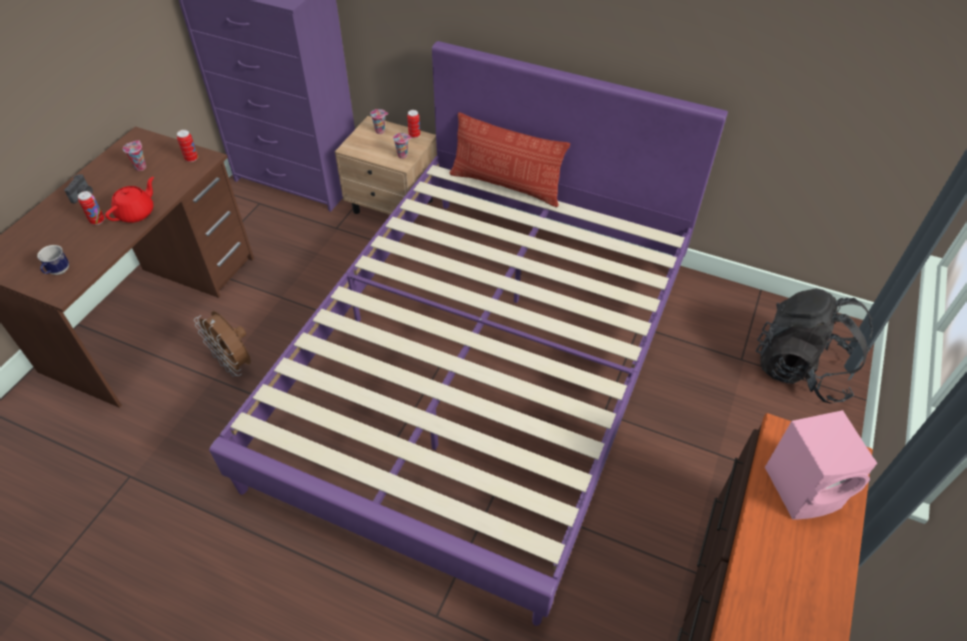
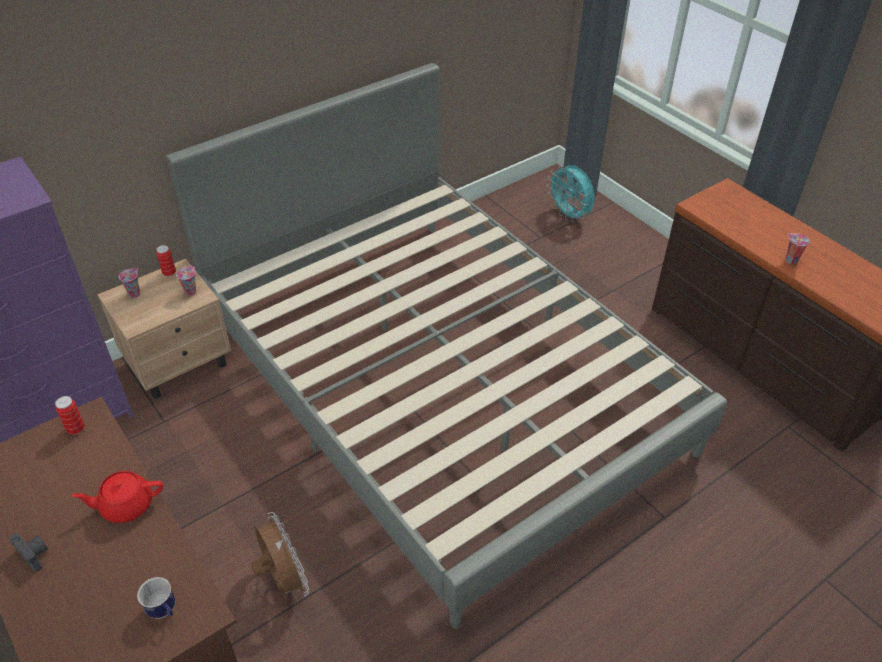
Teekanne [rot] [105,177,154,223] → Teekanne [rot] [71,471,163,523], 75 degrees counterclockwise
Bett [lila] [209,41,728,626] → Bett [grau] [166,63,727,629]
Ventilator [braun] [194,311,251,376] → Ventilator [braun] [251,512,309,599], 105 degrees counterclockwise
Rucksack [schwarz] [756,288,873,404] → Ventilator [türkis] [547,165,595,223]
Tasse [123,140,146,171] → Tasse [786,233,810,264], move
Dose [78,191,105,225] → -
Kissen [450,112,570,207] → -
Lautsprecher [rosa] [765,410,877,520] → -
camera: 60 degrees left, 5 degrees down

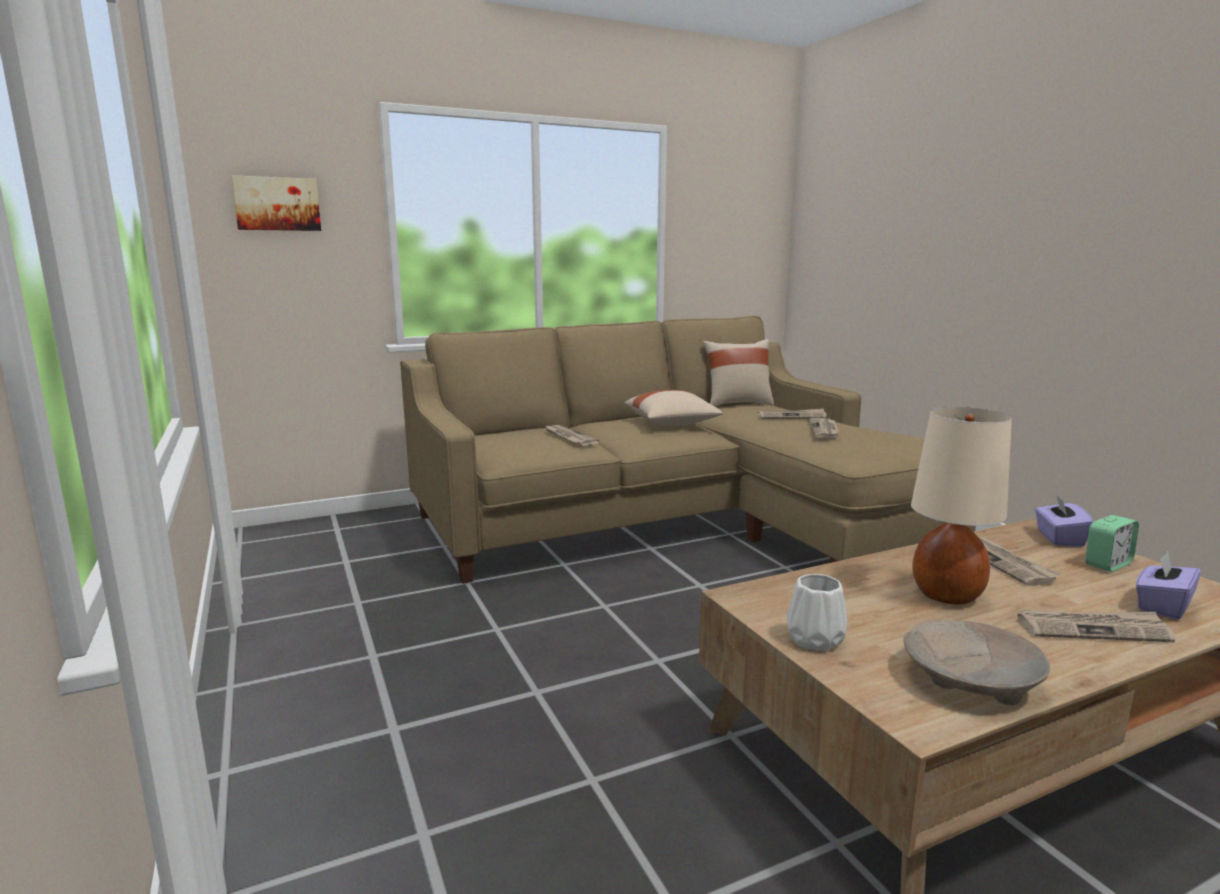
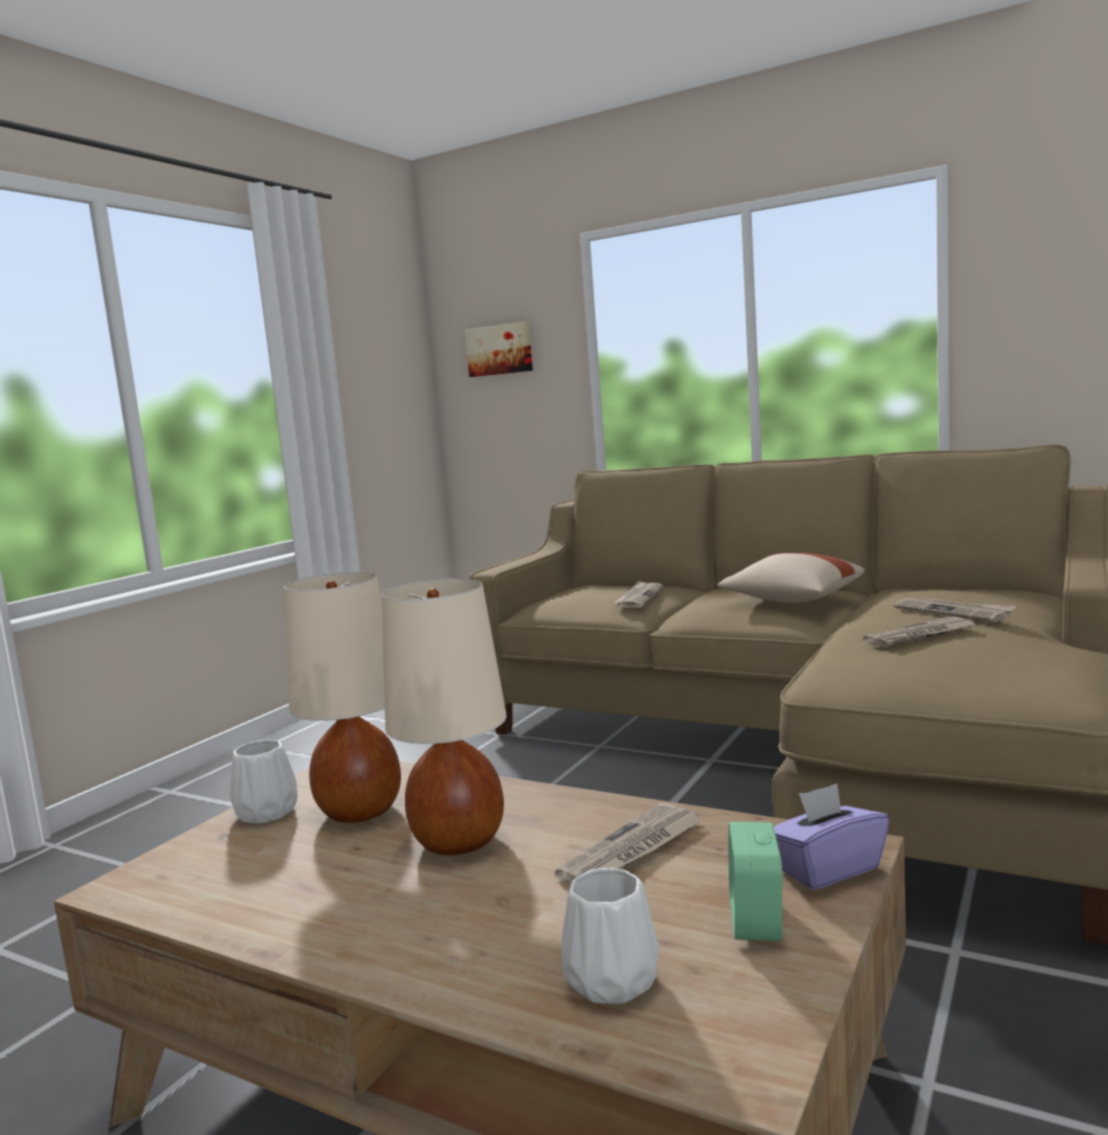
- → Tischlampe [beige] [284,572,401,823]
Taschentuchbox [lila] [1136,551,1201,620] → Vase [weiß] [561,868,659,1004]
Wecker [1085,515,1139,572] → Wecker [729,822,782,941], 75 degrees clockwise
Kissen [beige] [703,339,774,407] → -
Schüssel [beige] [903,620,1050,705] → -
Zeitung [1017,609,1175,642] → -
camera: 55 degrees right, 5 degrees down

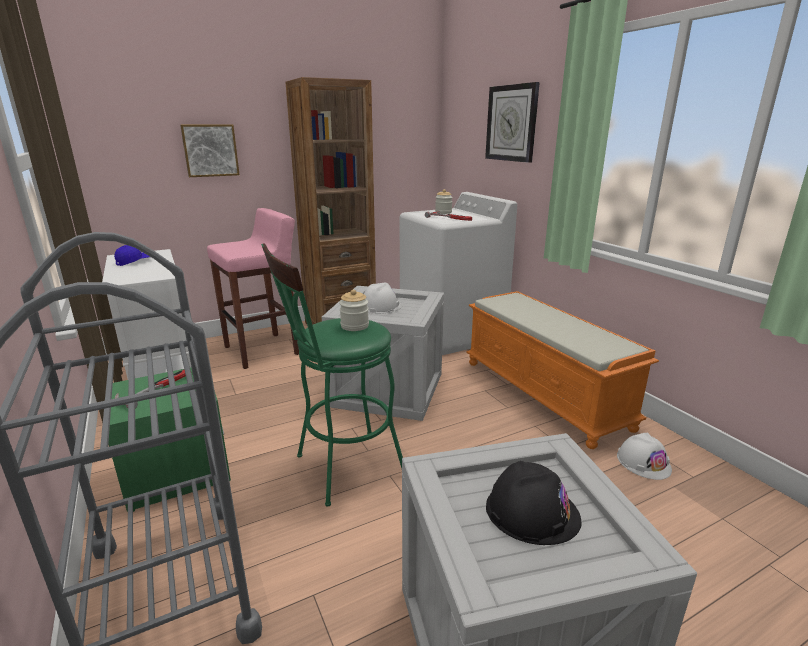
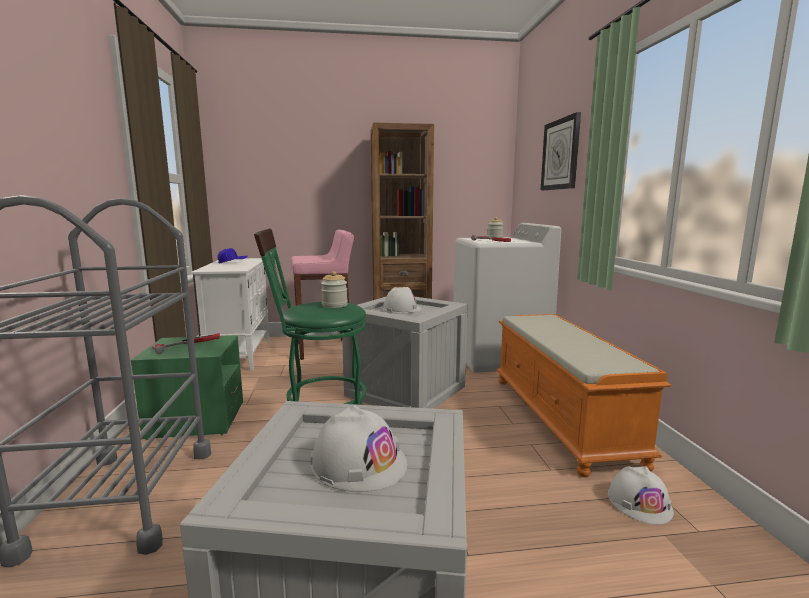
Schutzhelm [schwarz] [486,461,582,545] → Schutzhelm [weiß] [310,405,407,492]
Bild [180,125,240,177] → -
camera: 20 degrees right, 10 degrees down

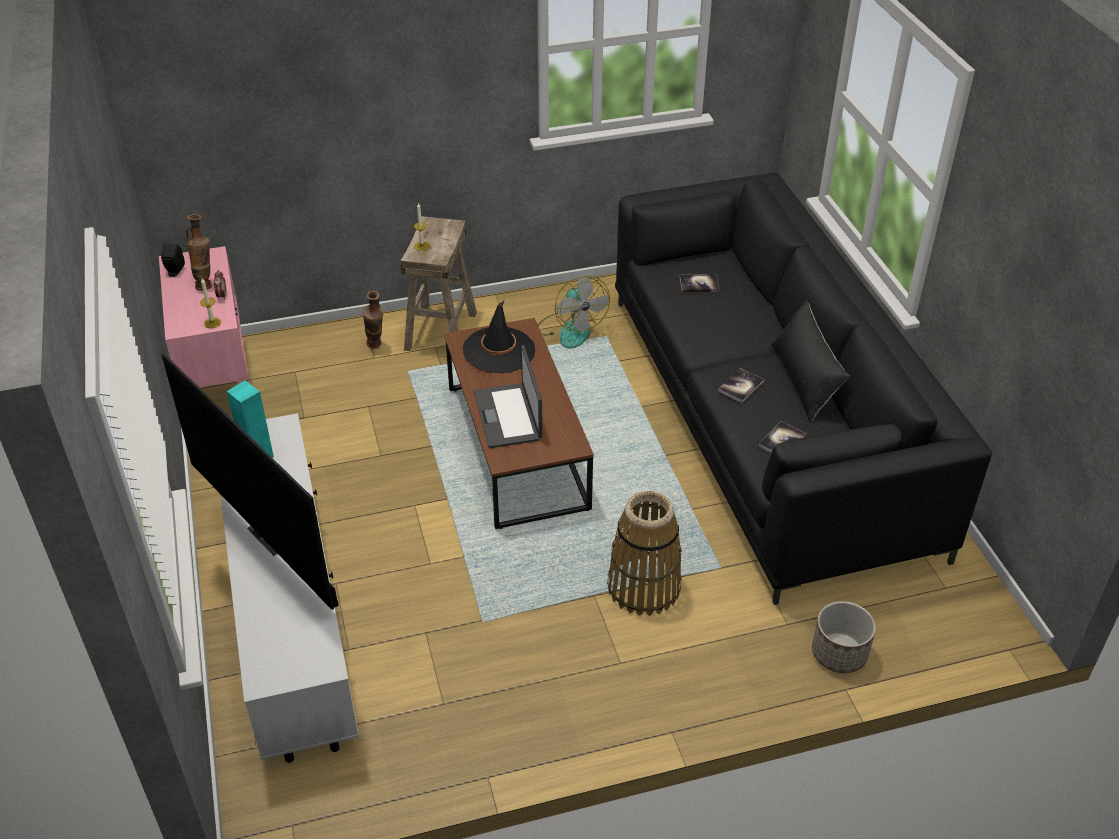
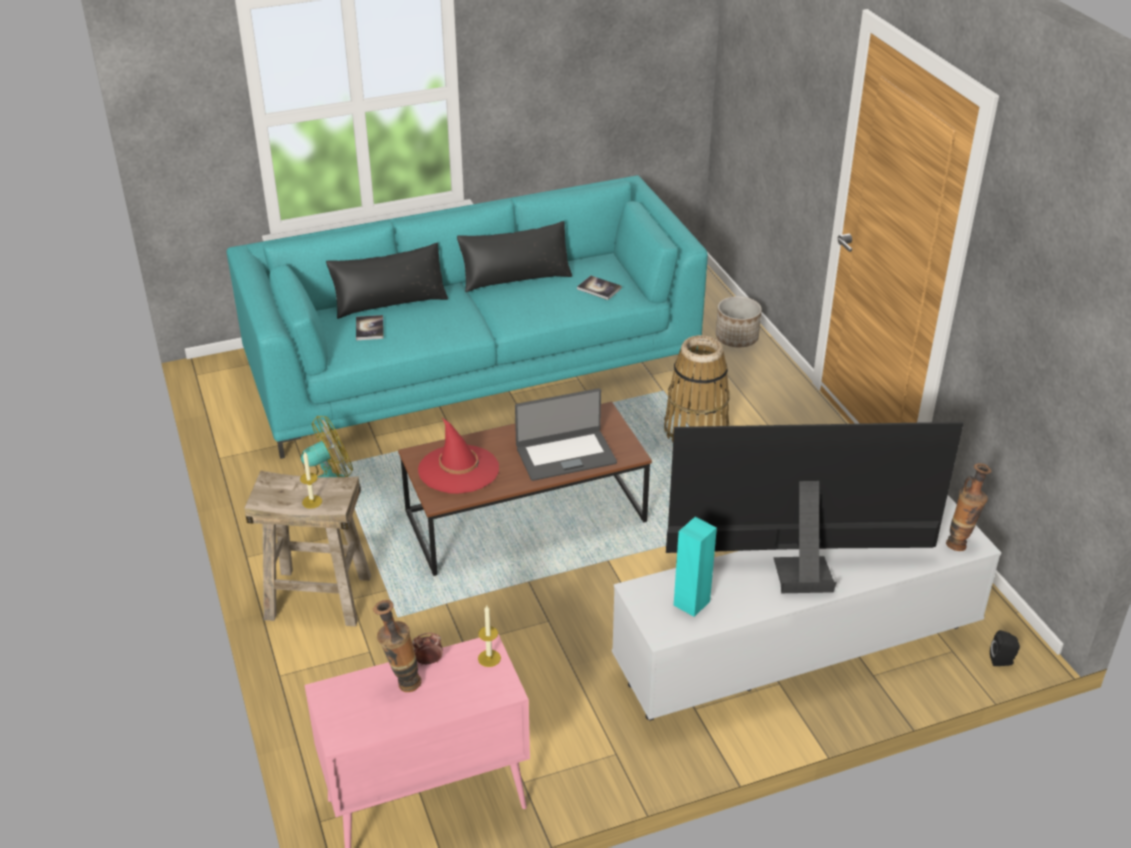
Sofa [schwarz] [615,172,992,605] → Sofa [türkis] [226,175,708,459]
- → Kissen [schwarz] [326,243,448,319]
Hut [schwarz] [463,301,535,373] → Hut [rot] [418,418,499,494]
Fernseher [161,353,338,610] → Fernseher [666,422,964,593], 135 degrees counterclockwise
Vase [362,291,384,349] → Vase [946,463,992,551], move
Lautsprecher [schwarz] [161,243,185,277] → Lautsprecher [schwarz] [990,630,1020,666], move
Buch [718,368,764,403] → -
camera: 95 degrees left, 5 degrees down

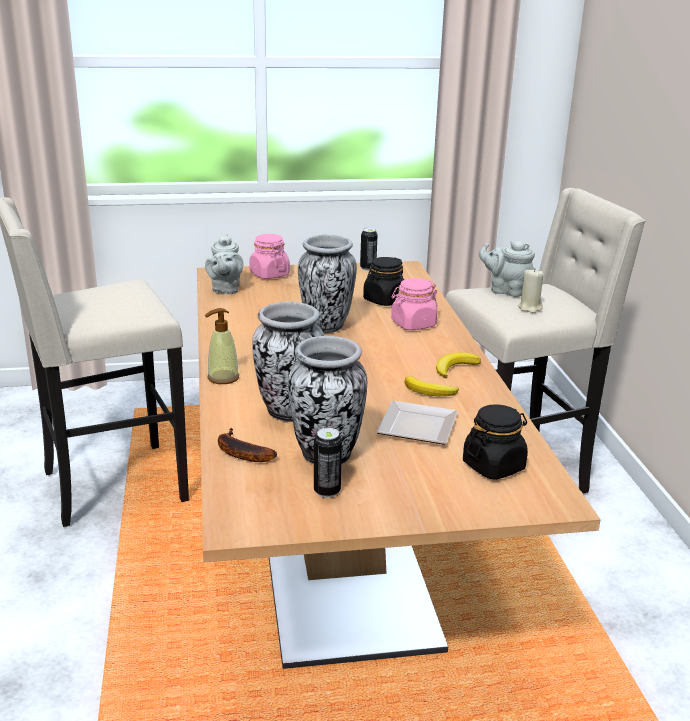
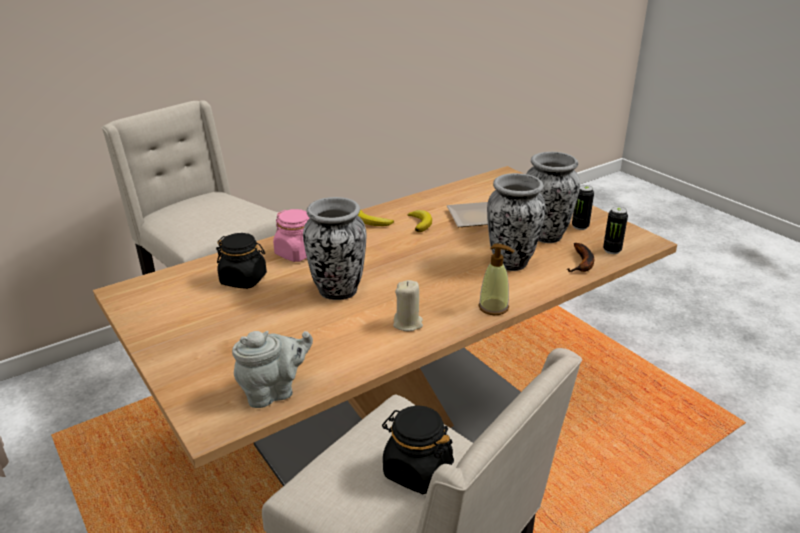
Vorratsglas [schwarz] [463,404,528,480] → Vorratsglas [schwarz] [382,406,454,494], move
Kerze [beige] [518,270,543,313] → Kerze [beige] [393,280,423,331], move
Dose [360,228,378,271] → Dose [603,206,628,254], move
Vorratsglas [rosa] [249,234,290,279] → -
Teekanne [grau] [479,241,535,297] → -
camera: 115 degrees left, 5 degrees up

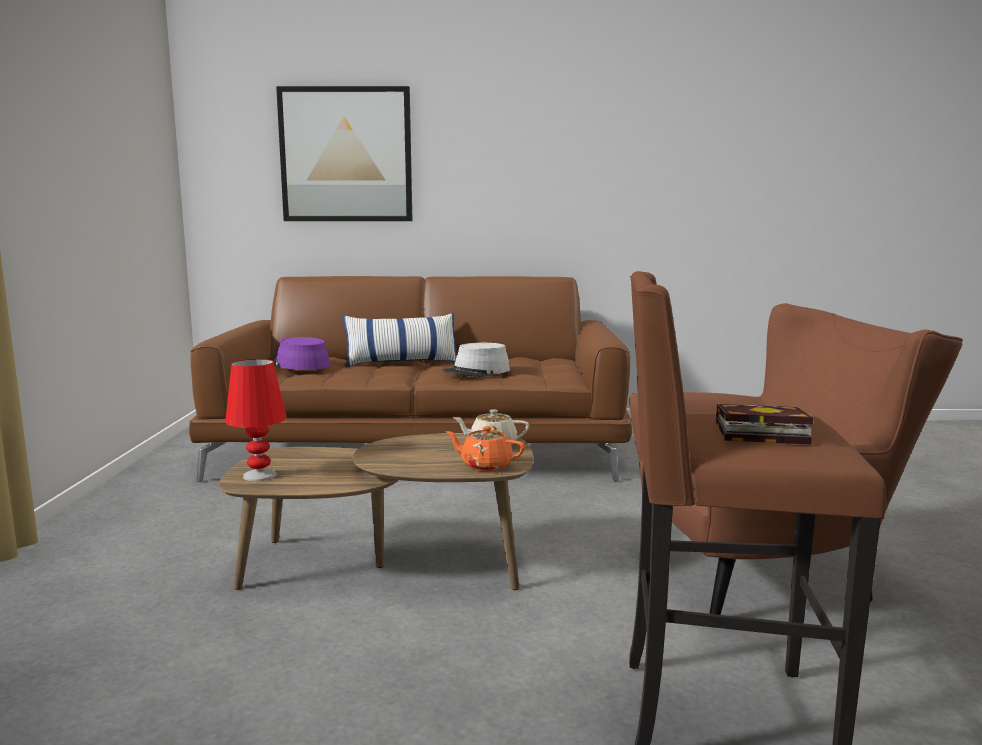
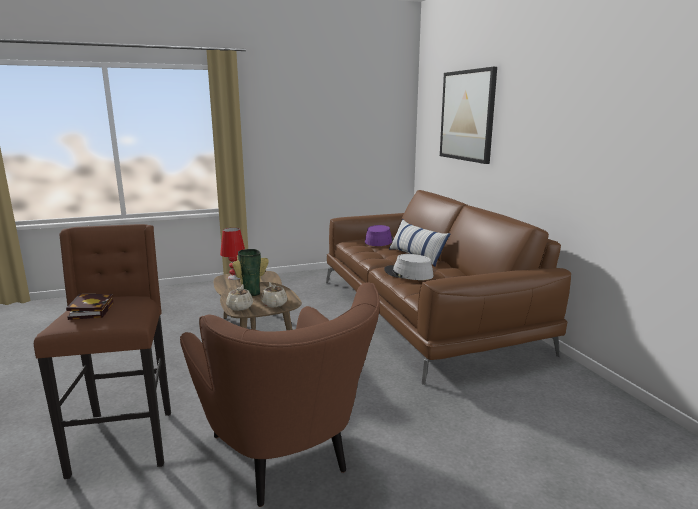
Teekanne [orange] [445,426,525,471] → Teekanne [beige] [226,284,253,311]
- → Vase [232,249,269,296]
camera: 70 degrees right, 5 degrees up

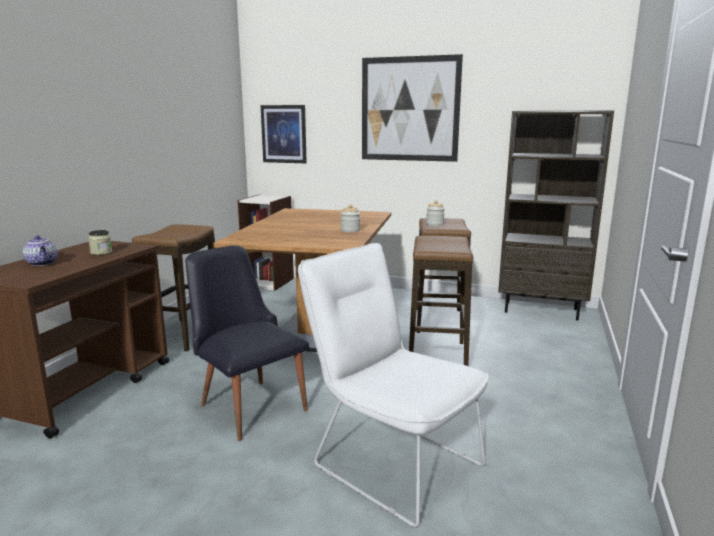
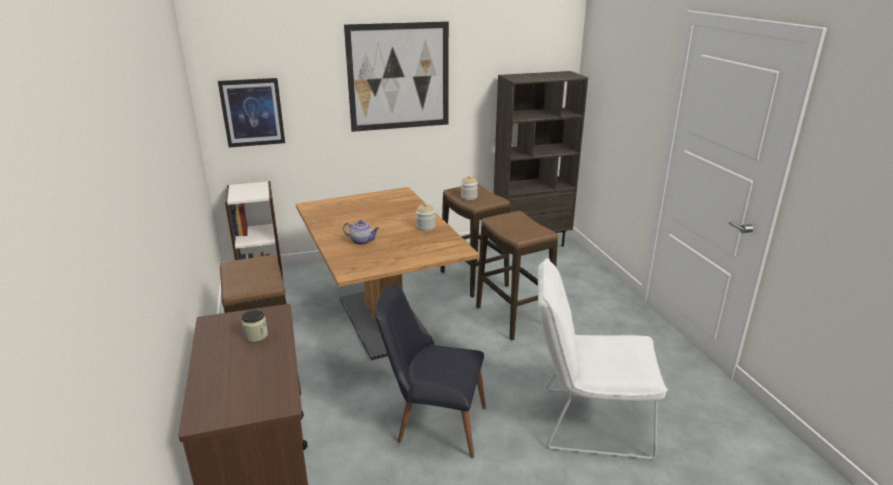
Teekanne [23,235,58,266] → Teekanne [343,220,379,245], move
camera: 35 degrees left, 10 degrees up

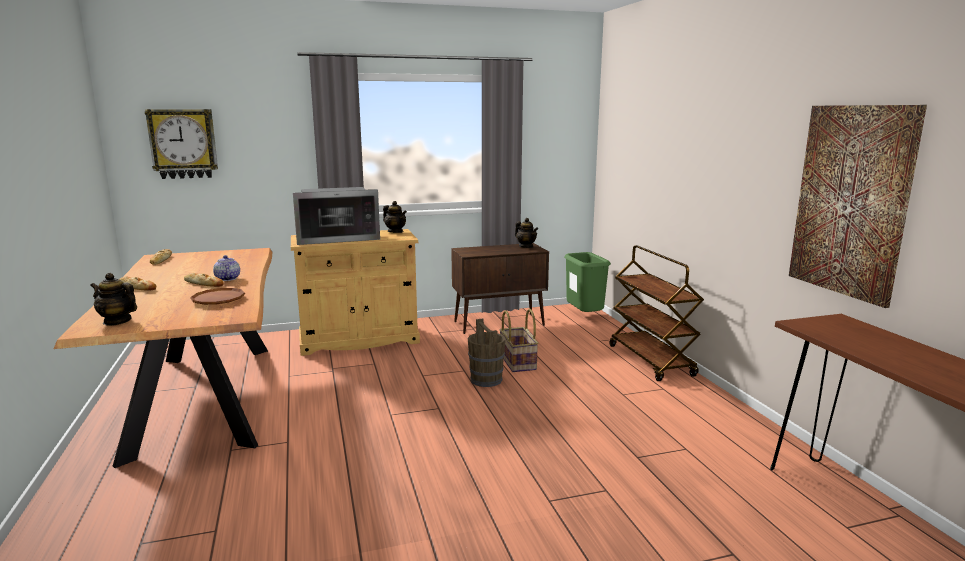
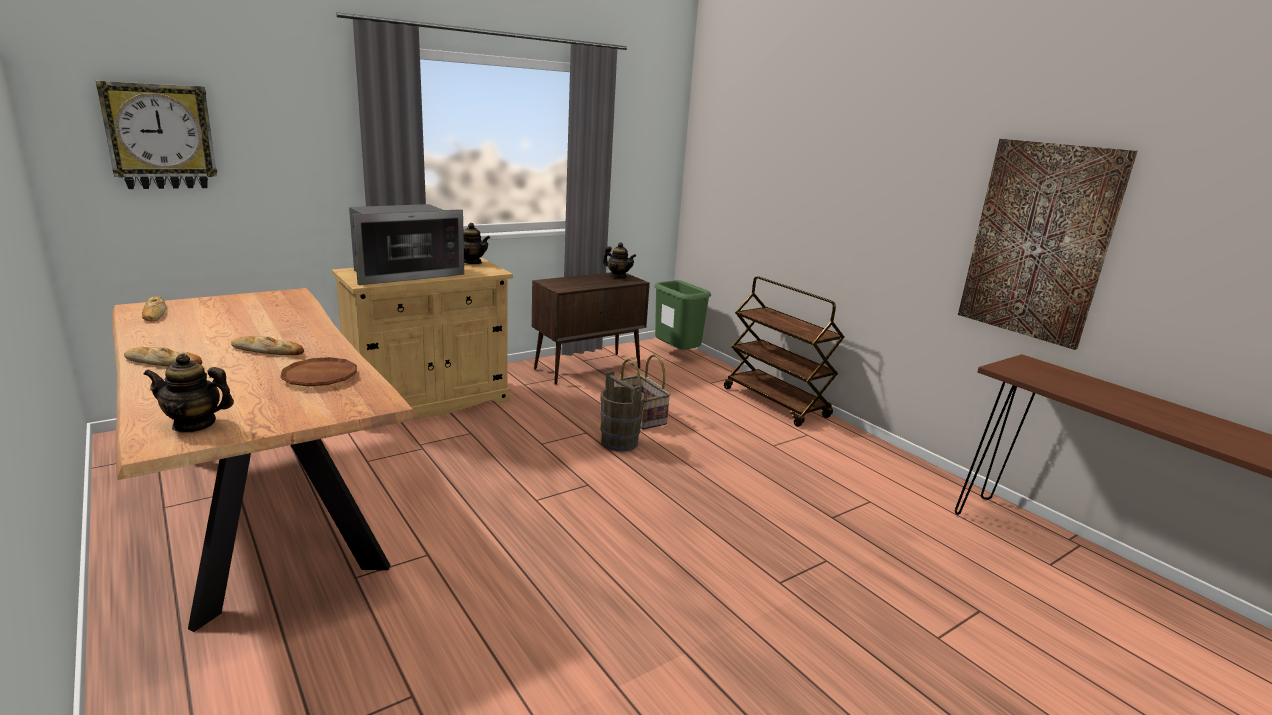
Teekanne [213,255,240,281] → -
camera: 20 degrees left, 5 degrees up

